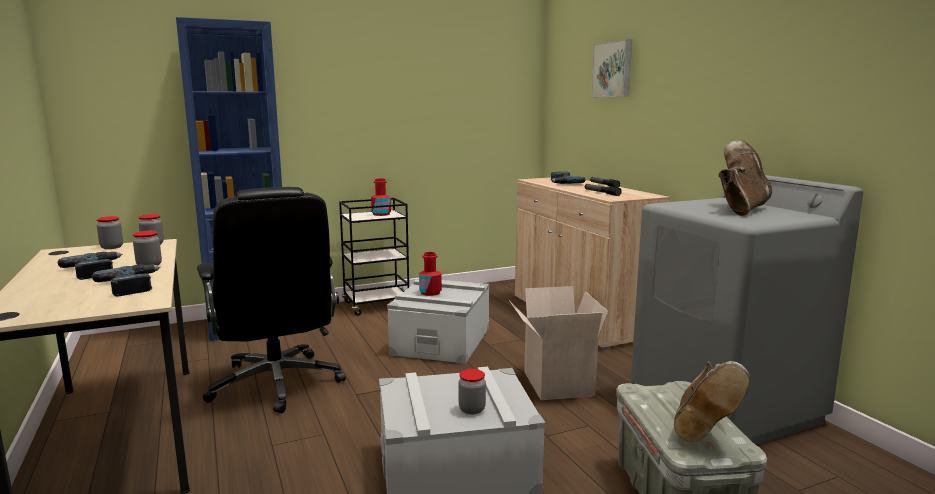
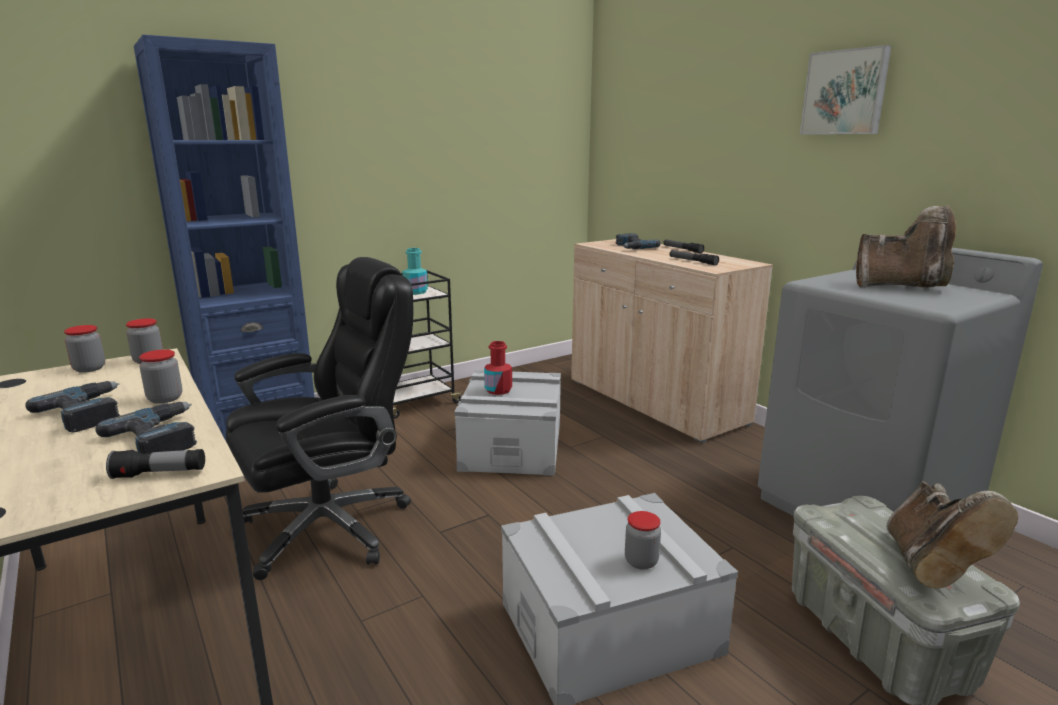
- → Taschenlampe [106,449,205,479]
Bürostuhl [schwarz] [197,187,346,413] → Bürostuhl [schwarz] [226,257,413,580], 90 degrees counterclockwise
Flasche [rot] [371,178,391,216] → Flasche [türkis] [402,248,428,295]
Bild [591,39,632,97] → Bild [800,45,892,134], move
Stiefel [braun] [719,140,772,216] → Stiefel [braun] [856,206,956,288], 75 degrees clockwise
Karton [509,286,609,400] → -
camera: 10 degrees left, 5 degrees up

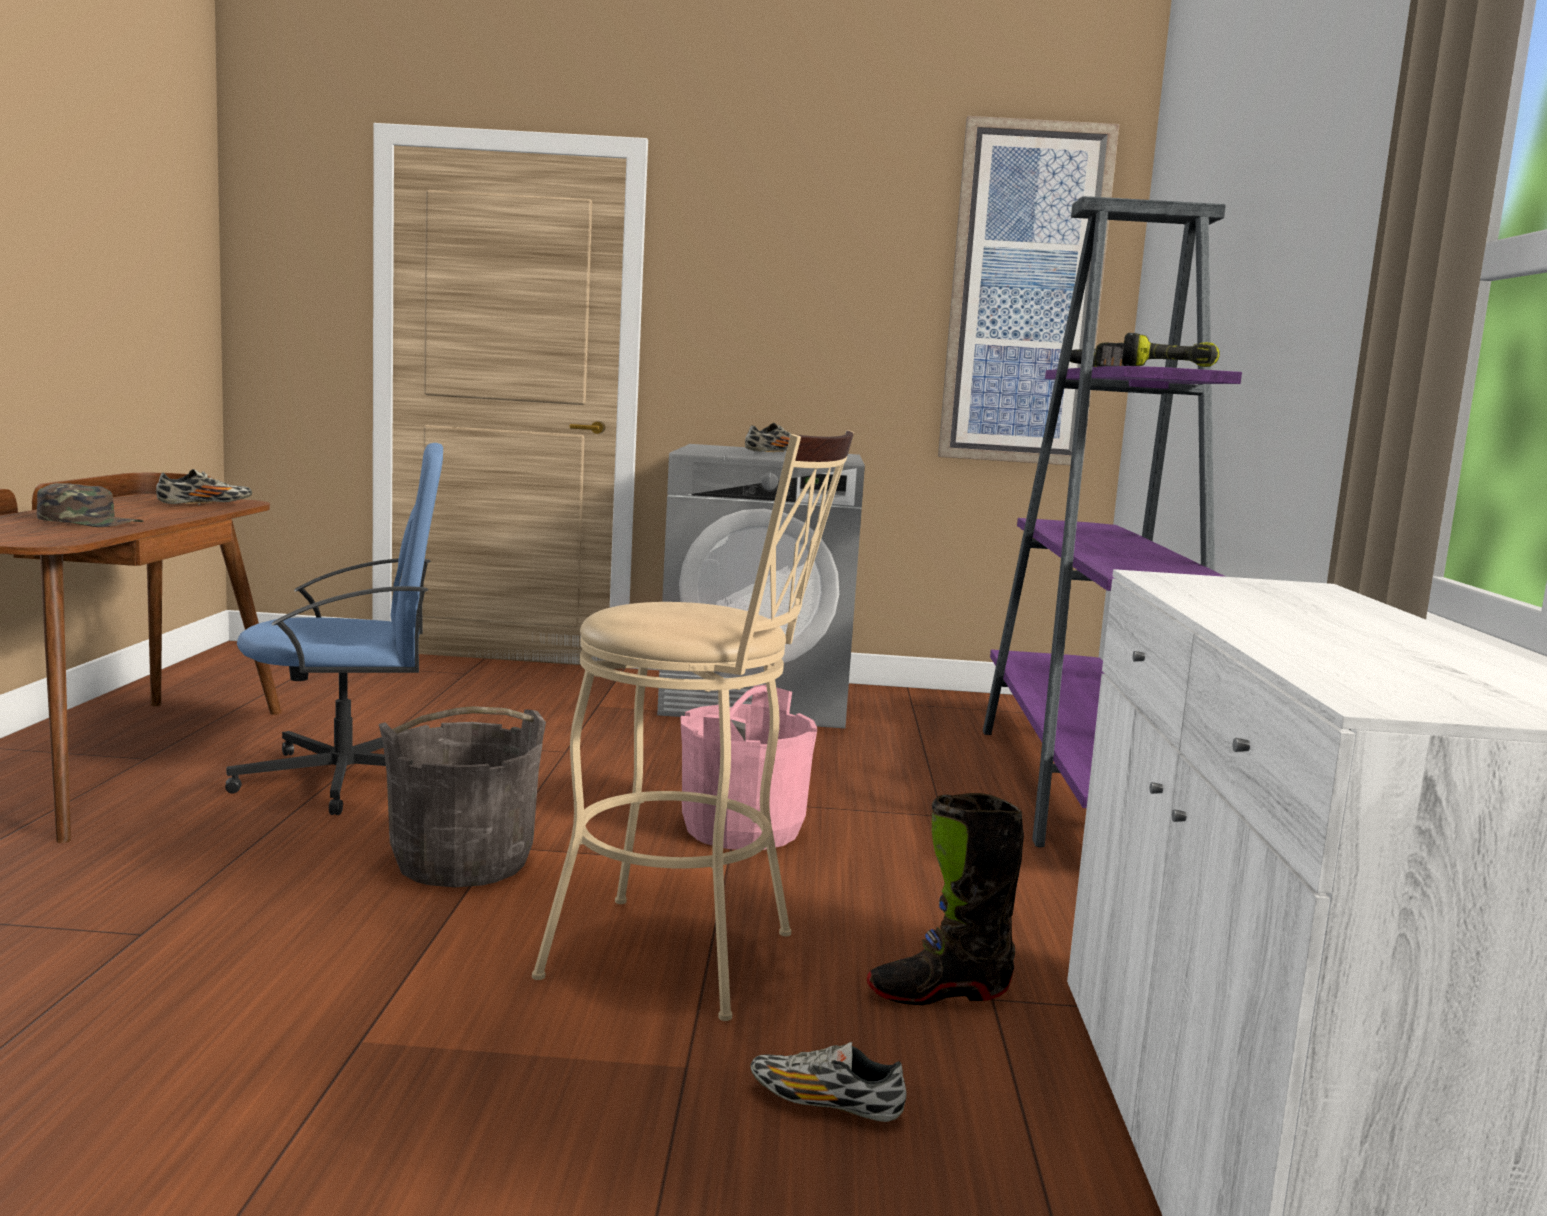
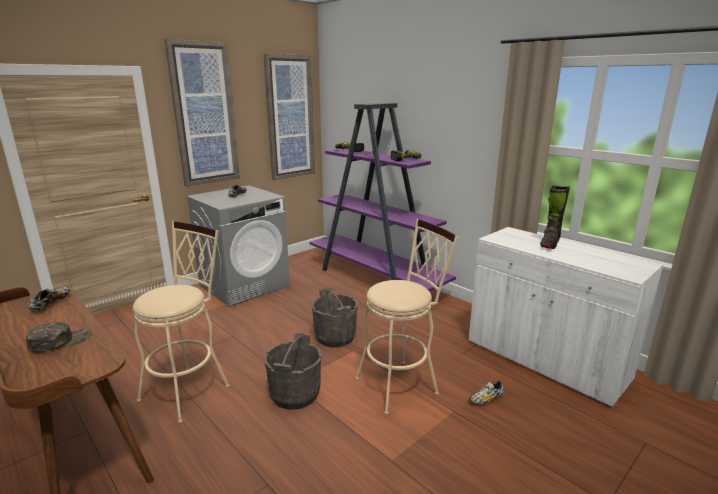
Bürostuhl [blau] [225,443,443,815] → Hocker [beige] [133,221,230,423]
- → Bild [164,39,240,186]
Eimer [rosa] [681,685,817,850] → Eimer [grau] [312,288,358,347]
Stiefel [schwarz] [867,793,1024,1005] → Stiefel [schwarz] [540,185,570,249], move
camera: 45 degrees left, 10 degrees up

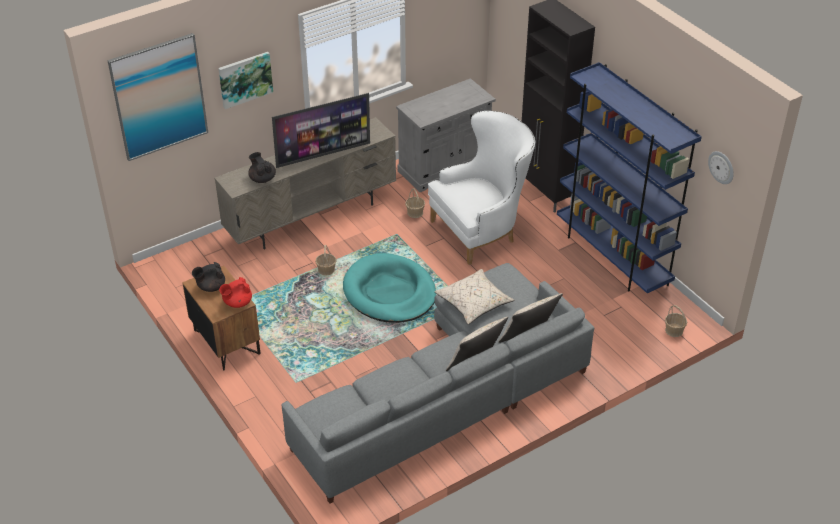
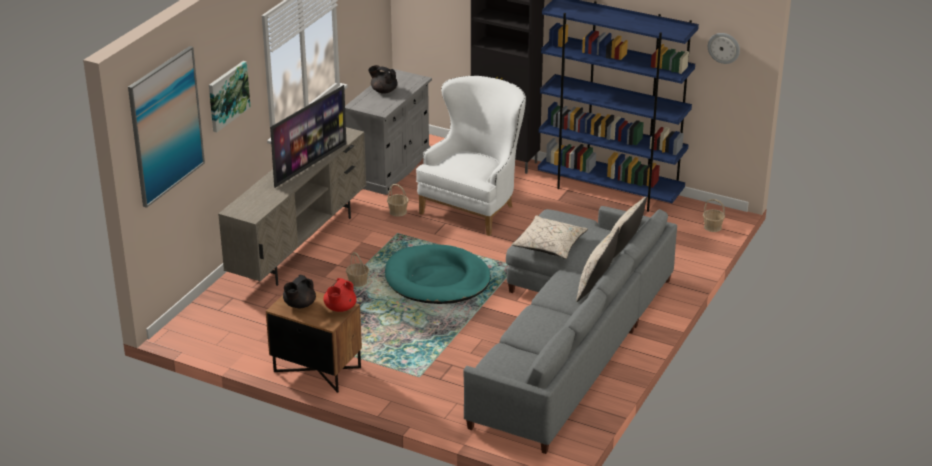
Teekanne [schwarz] [248,152,276,183] → Teekanne [schwarz] [368,65,398,94], move
camera: 30 degrees left, 10 degrees down

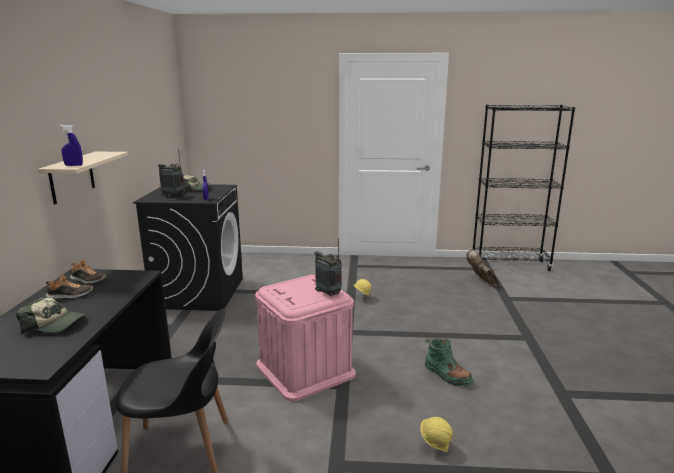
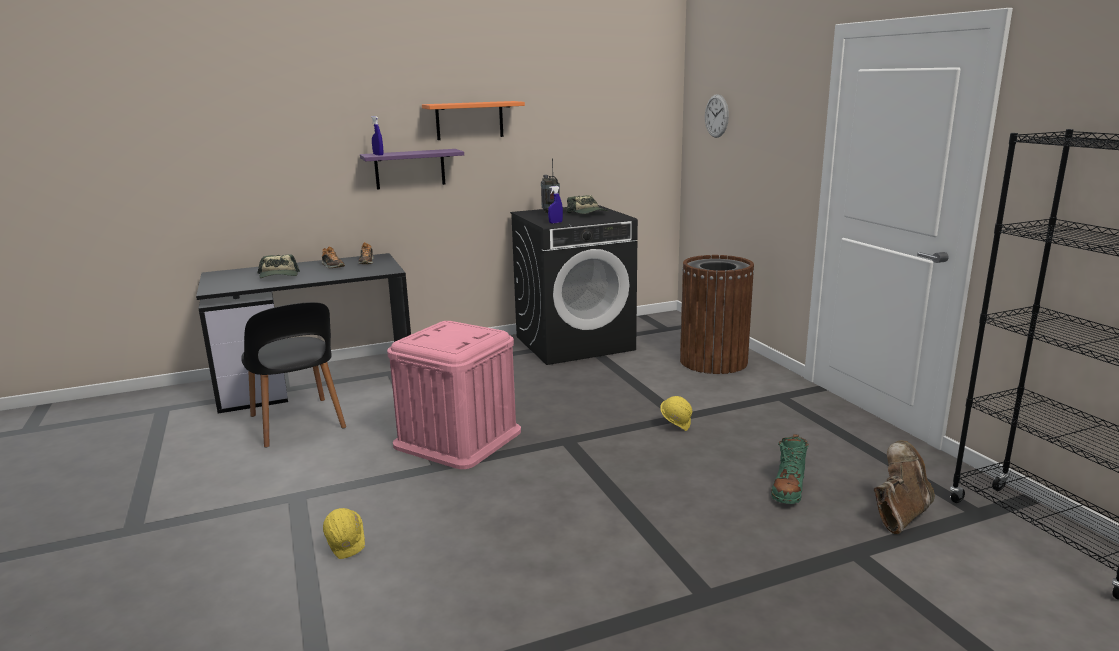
Wandregal [beige] [38,152,128,205] → Wandregal [lila] [360,149,464,190]
- → Wandregal [orange] [422,101,525,140]
- → Mülleimer [braun] [680,255,754,374]
- → Wanduhr [705,94,729,138]
Stiefel [grün] [425,338,474,386] → Stiefel [grün] [771,434,809,504], move
Radio [315,238,342,296] → -
camera: 65 degrees right, 0 degrees up

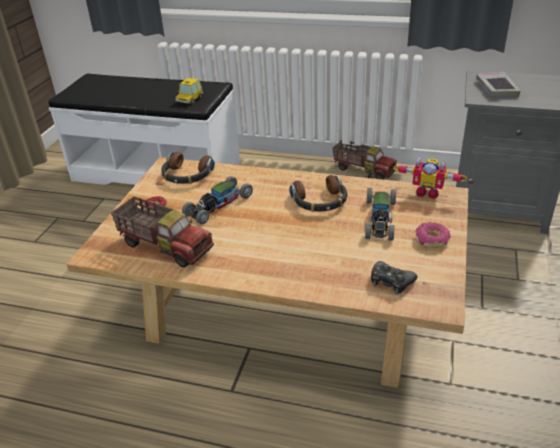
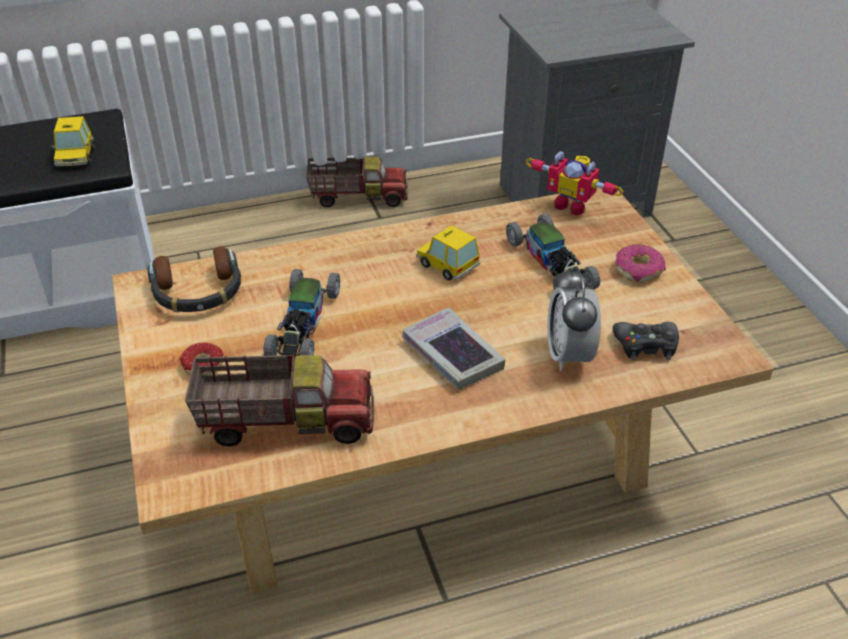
Buch [476,72,520,97] → Buch [403,307,505,389], move
Kopfhörer [289,175,348,212] → Spielzeugauto [416,225,480,281]
Spielzeugroboter [394,158,467,199] → Spielzeugroboter [526,151,624,216], 45 degrees clockwise
- → Wecker [547,267,601,371]
camera: 35 degrees left, 5 degrees up

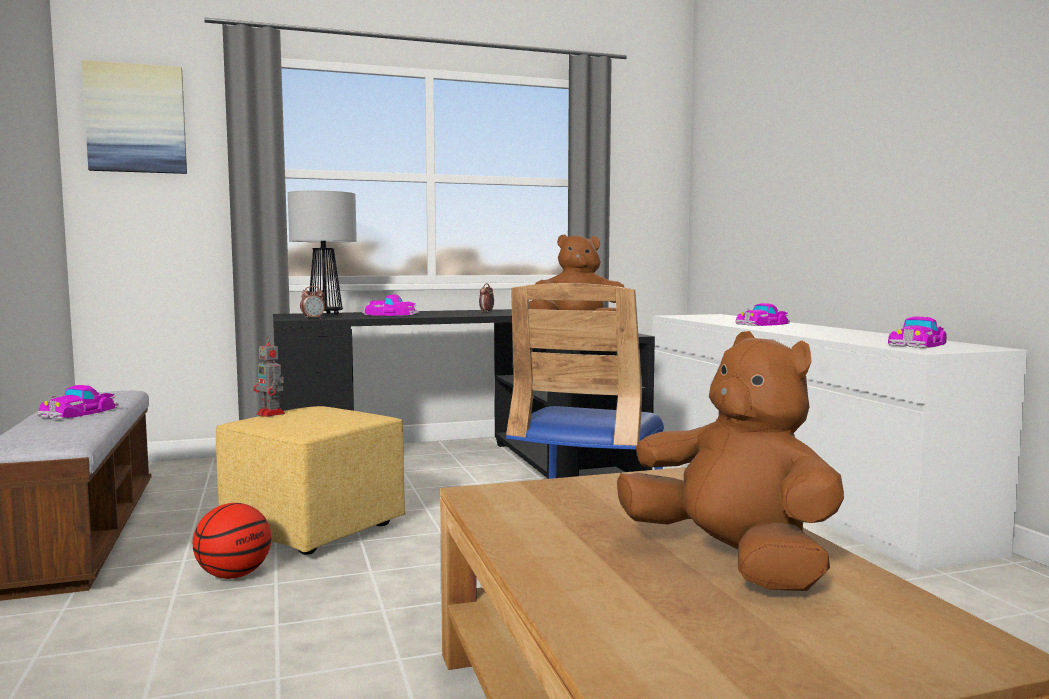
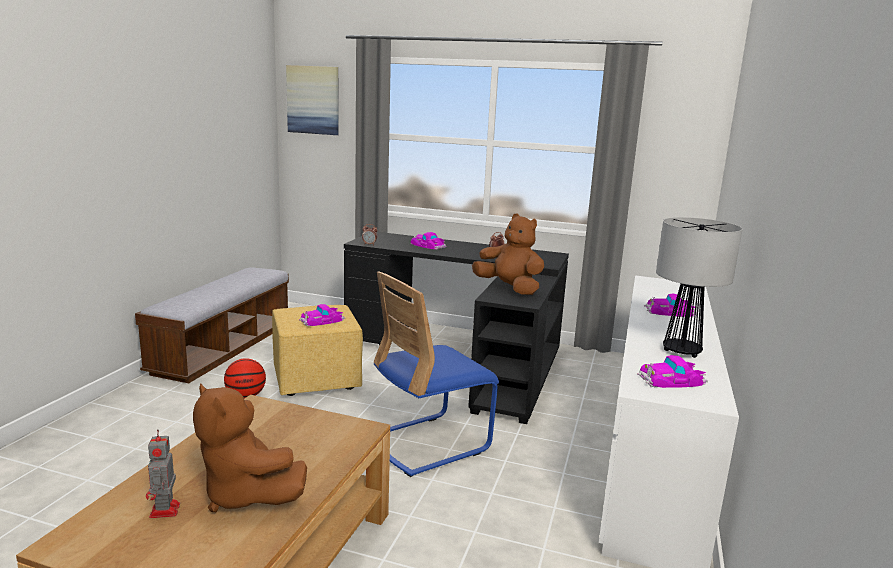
Spielzeugroboter [253,336,285,417] → Spielzeugroboter [146,429,180,518], move
Plüschtier [braun] [617,331,844,591] → Plüschtier [braun] [193,383,307,512], 135 degrees clockwise
Spielzeugauto [37,385,119,419] → Spielzeugauto [299,304,345,326], move
Tischlampe [288,190,357,315] → Tischlampe [656,217,743,358], move
camera: 35 degrees right, 10 degrees up

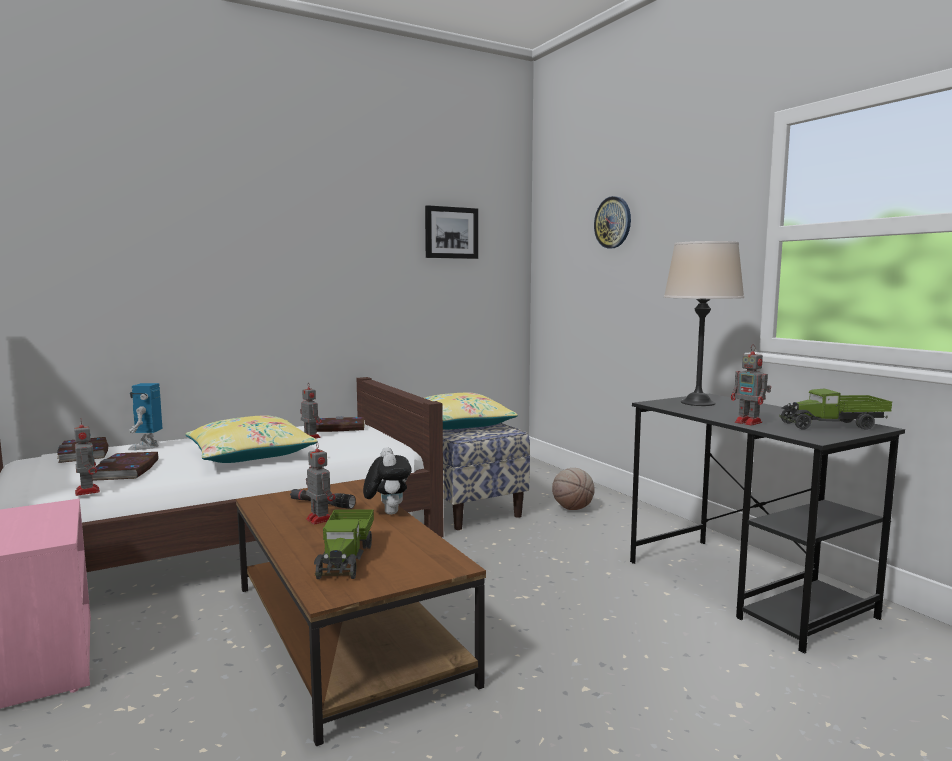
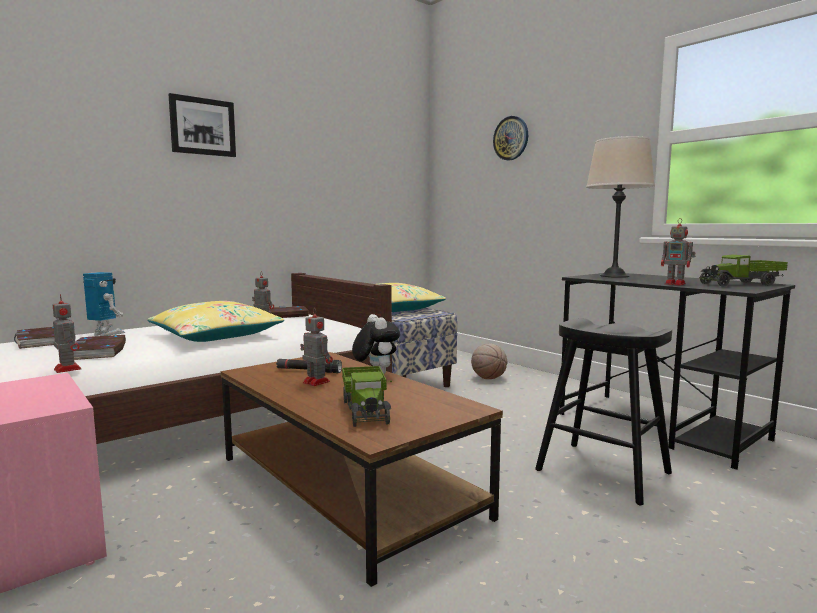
Spielzeugroboter [128,383,162,450] → Spielzeugroboter [83,272,125,336], 120 degrees clockwise
Bild [425,205,478,259] → Bild [168,93,236,157], move
- → Hocker [schwarz] [535,318,672,506]
camera: 10 degrees left, 0 degrees up

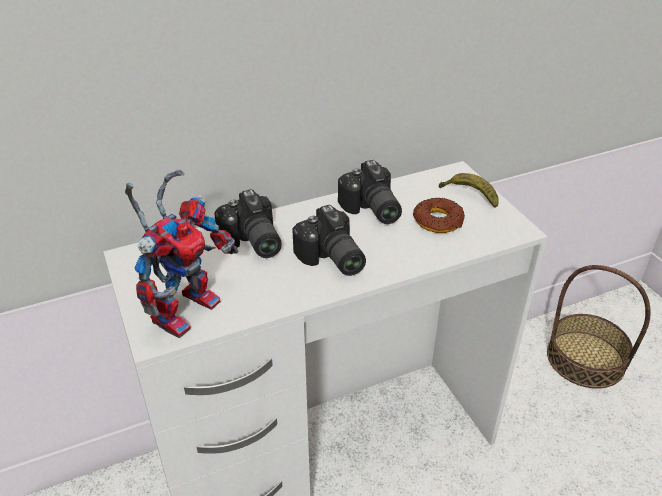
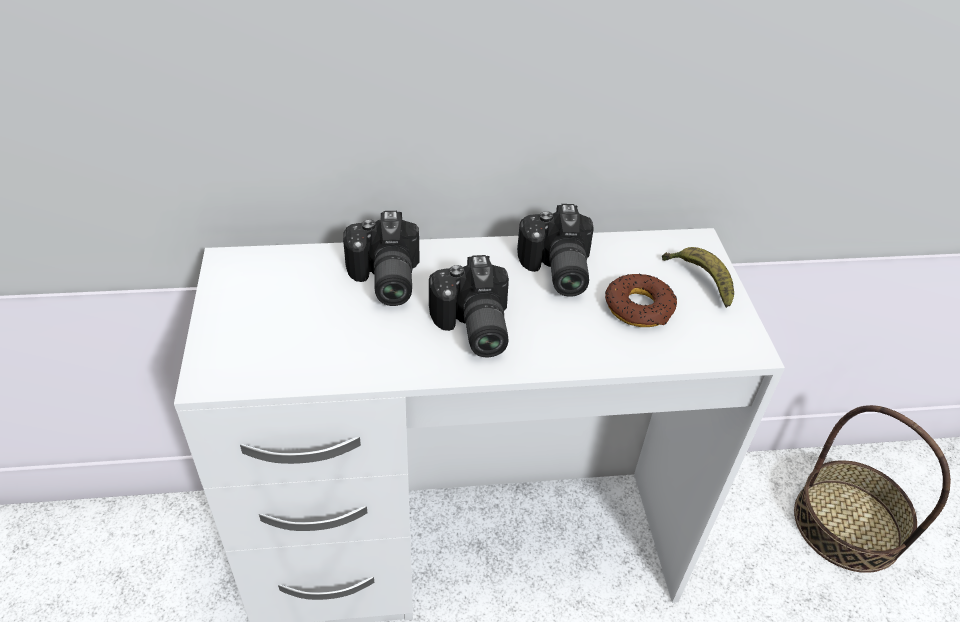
Spielzeugroboter [125,170,239,339] → -
camera: 15 degrees right, 5 degrees up

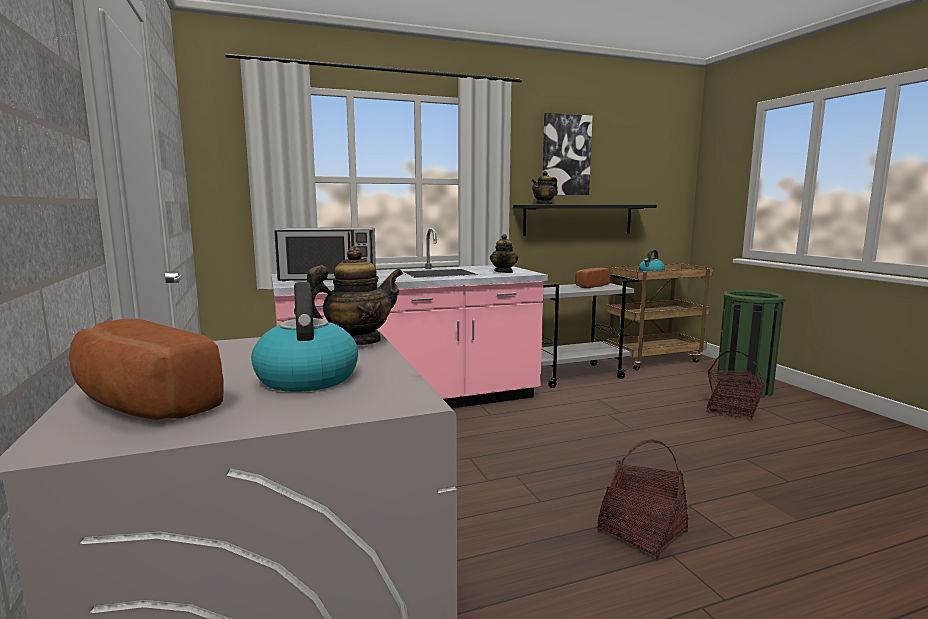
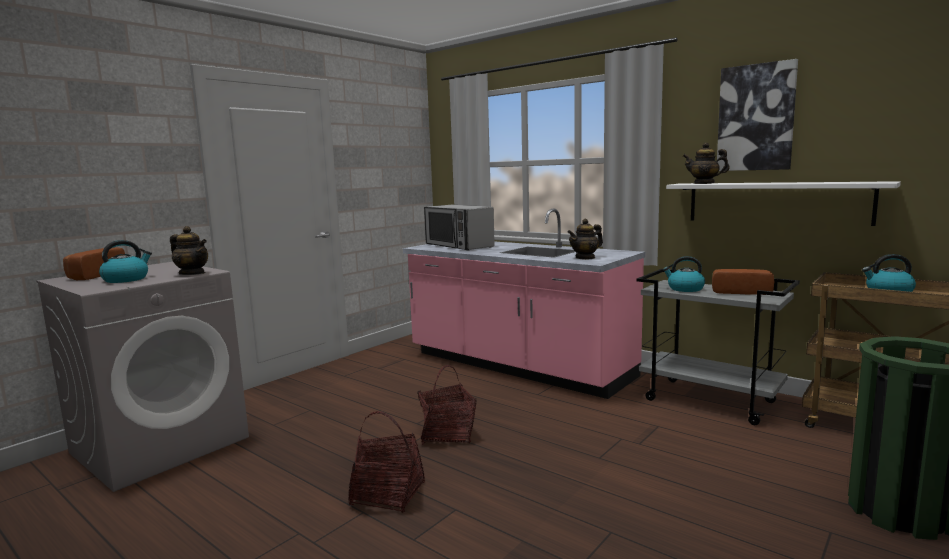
Korb [706,351,764,421] → Korb [417,365,477,445], move
- → Wasserkessel [663,256,705,292]
Wandregal [schwarz] [513,205,657,236] → Wandregal [weiß] [666,181,901,226]
camera: 60 degrees right, 0 degrees up

